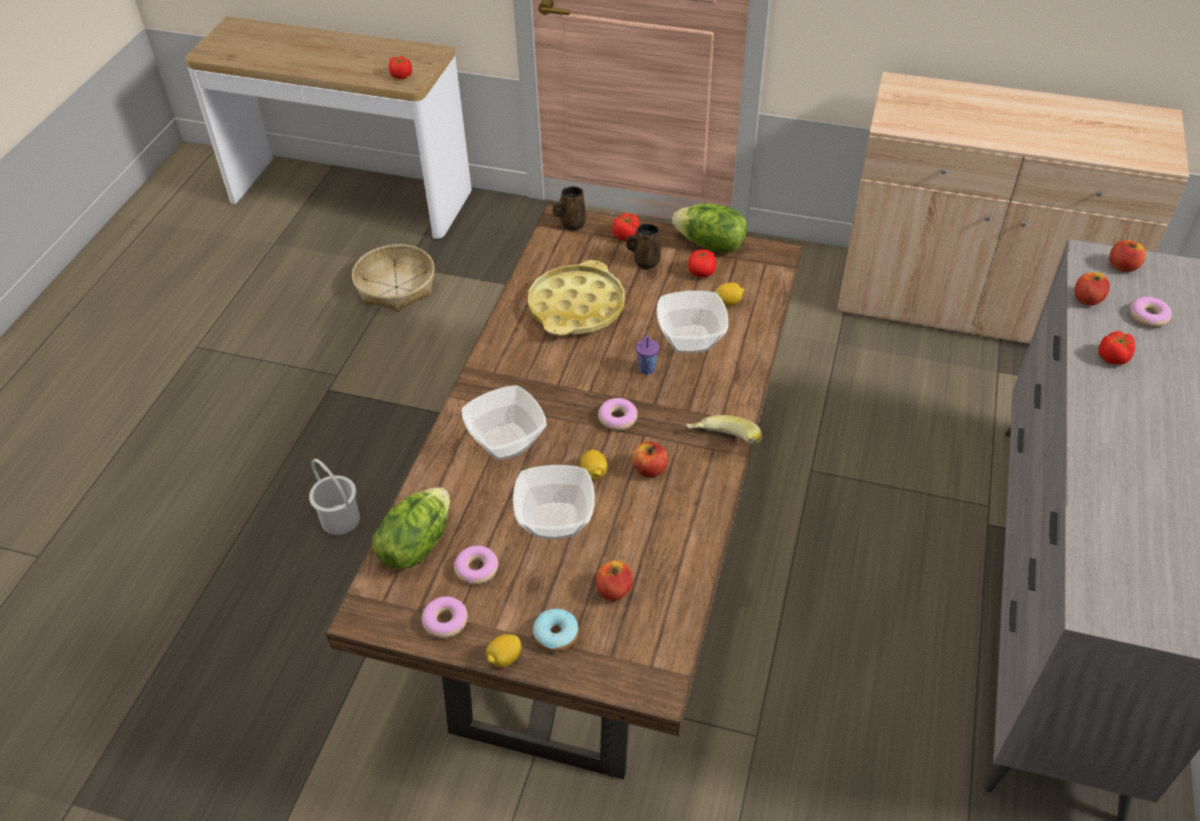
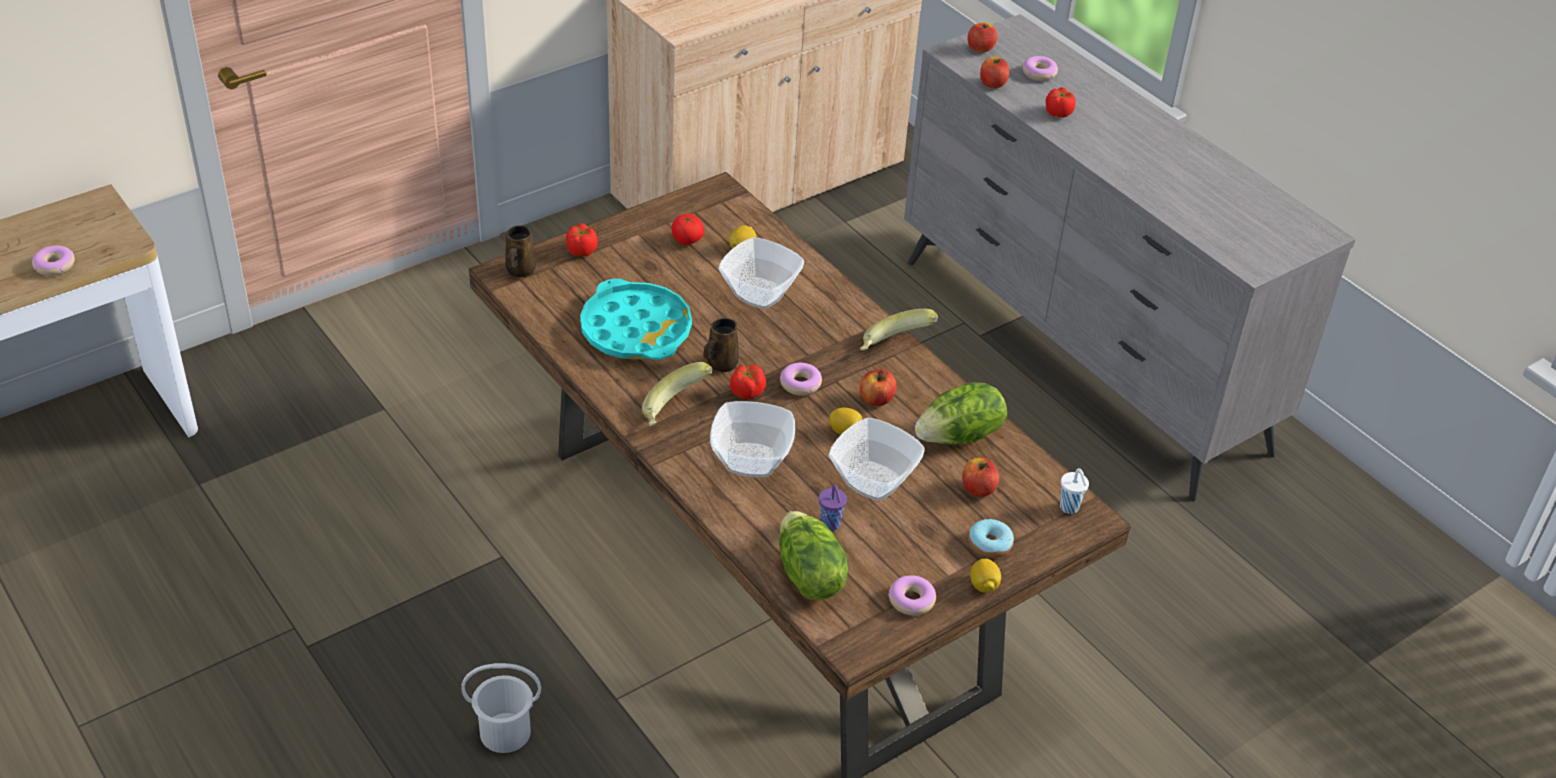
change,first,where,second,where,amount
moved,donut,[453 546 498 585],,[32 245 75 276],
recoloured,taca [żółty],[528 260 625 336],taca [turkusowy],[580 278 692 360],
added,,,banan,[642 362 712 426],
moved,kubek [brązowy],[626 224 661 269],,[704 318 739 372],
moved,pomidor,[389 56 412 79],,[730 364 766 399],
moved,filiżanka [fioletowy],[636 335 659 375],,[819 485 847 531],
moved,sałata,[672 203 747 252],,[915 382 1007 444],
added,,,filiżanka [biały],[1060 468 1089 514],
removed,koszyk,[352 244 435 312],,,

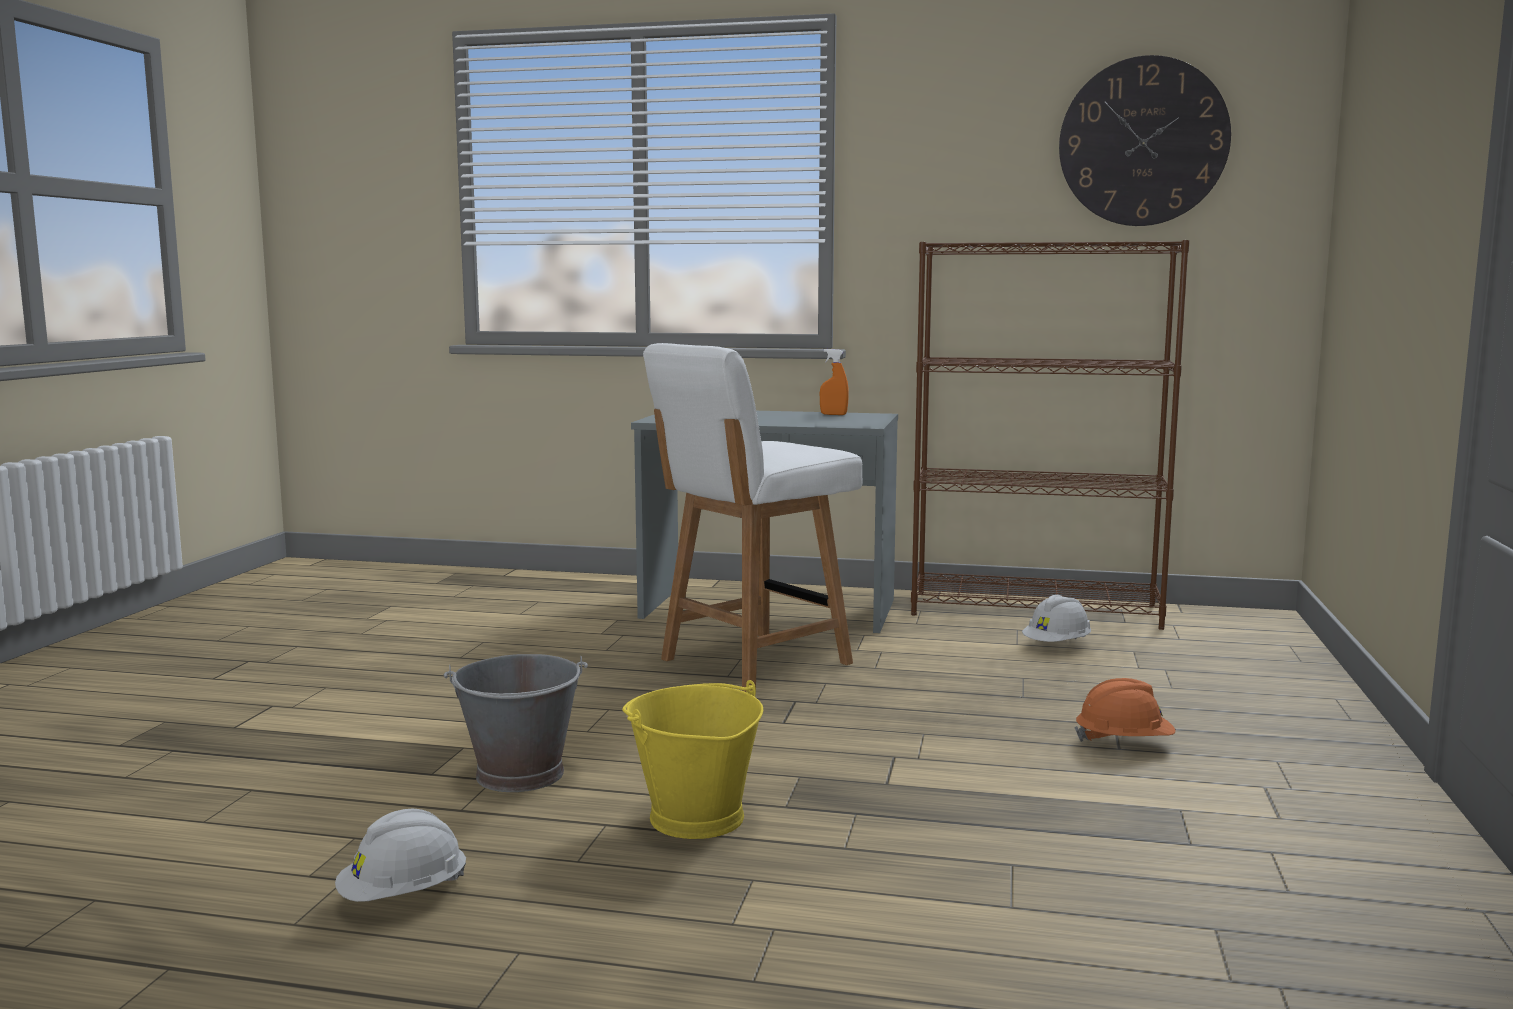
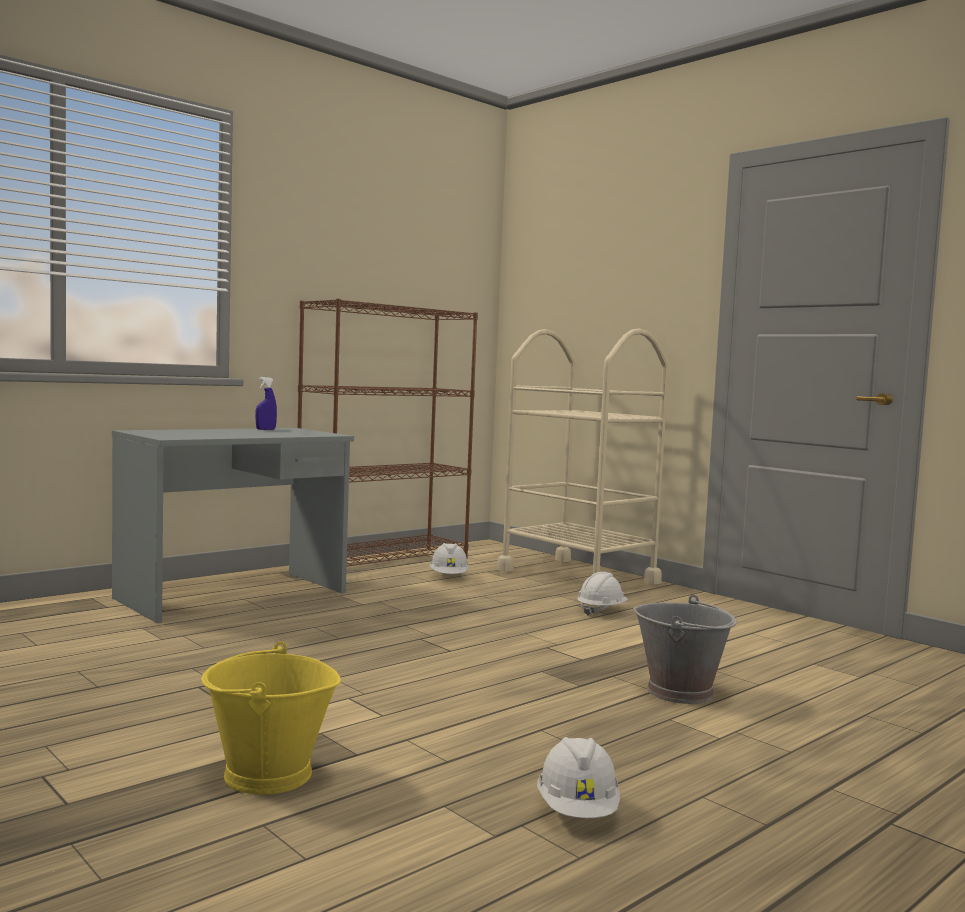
change,first,where,second,where,amount
moved,wiadro [żółty],[622 680 763 839],,[201 641 341 795],
recoloured,spryskiwacz [pomarańczowy],[820 349 849 415],spryskiwacz [niebieski],[255 377 277 430],
added,,,wózek [beżowy],[497 328 669 584],
recoloured,kask [pomarańczowy],[1074 678 1175 742],kask [biały],[577 572 628 616],
moved,wiadro [szary],[444 654 588 792],,[633 595 737 704],
removed,krzesło [biały],[643 343 863 692],,,
removed,zegar ścienny,[1059 55 1231 226],,,

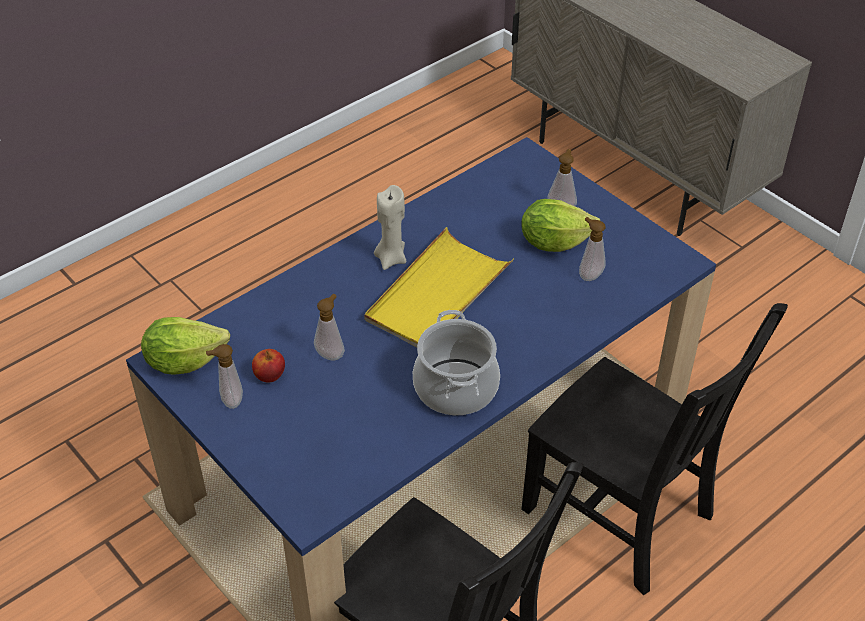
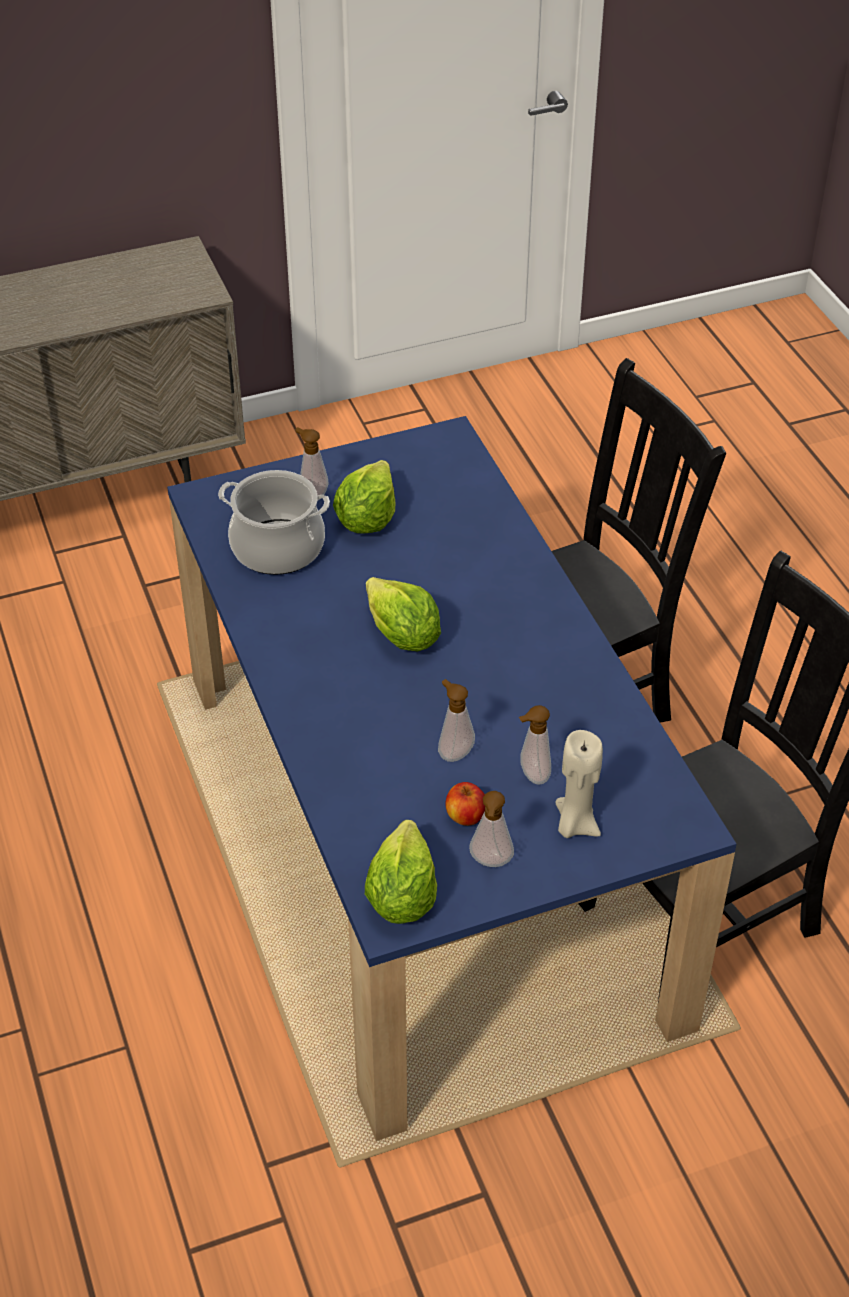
change,first,where,second,where,amount
moved,garnek,[413 310 500 415],,[218 470 330 575],
replaced,taca [żółty],[364 227 514 348],sałata,[366 577 441 651],
moved,dozownik mydła,[579 217 606 281],,[519 705 551 785],
moved,świeca [beżowy],[374 185 406 270],,[555 730 603 838],

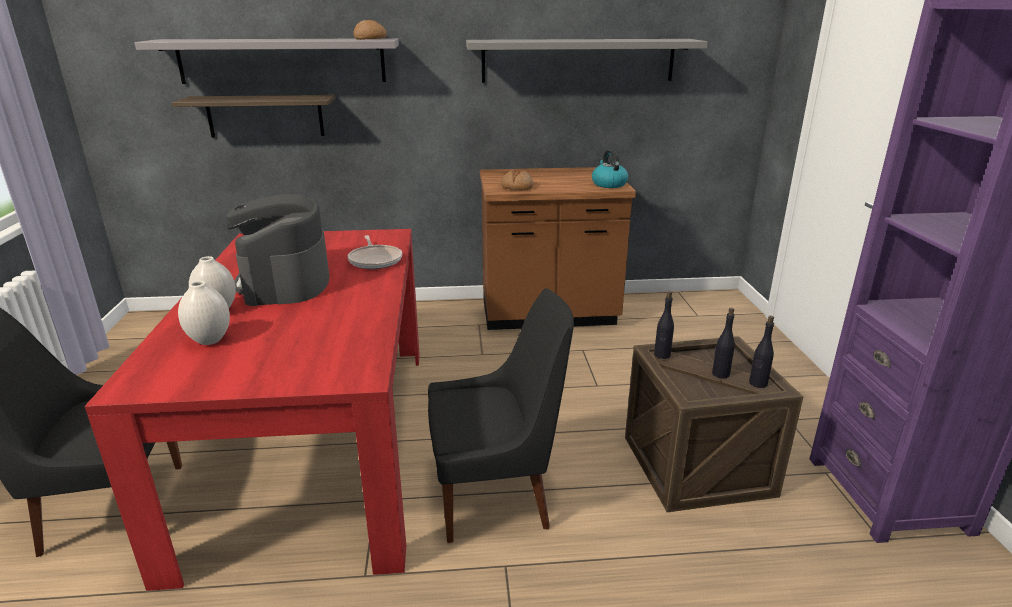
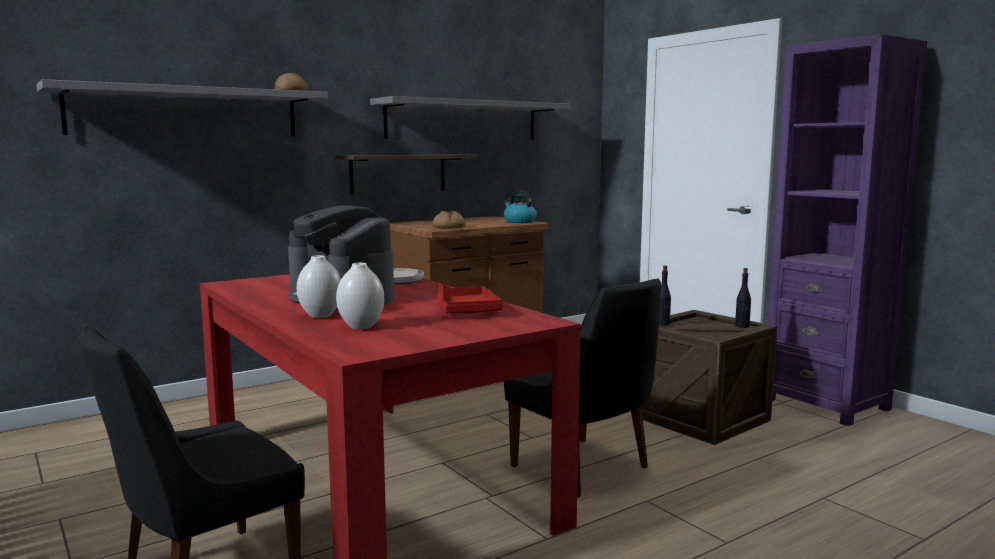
change,first,where,second,where,amount
moved,półka,[171 95 336 138],,[335 154 477 195],
added,,,taca [czerwony],[437 283 503 314],
turned,krzesło [czarny],[428 288 574 543],,[504 278 661 497],90 degrees clockwise
removed,butelka [czarny],[712 308 735 379],,,

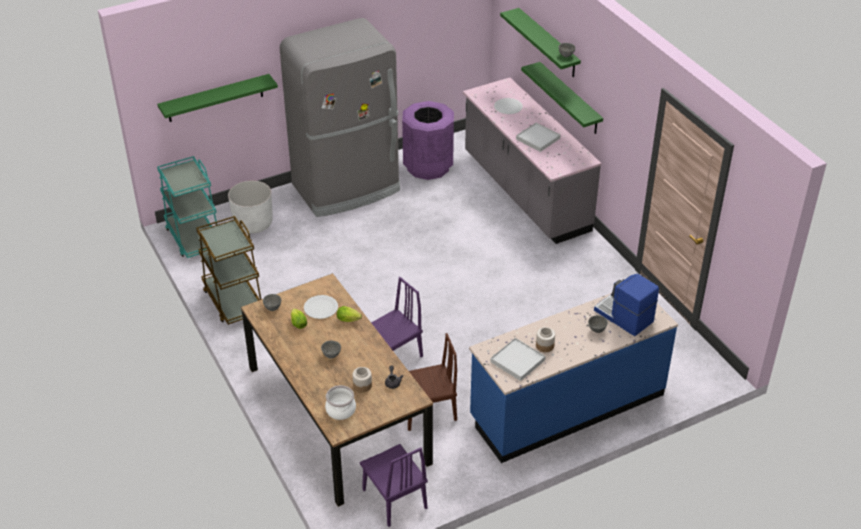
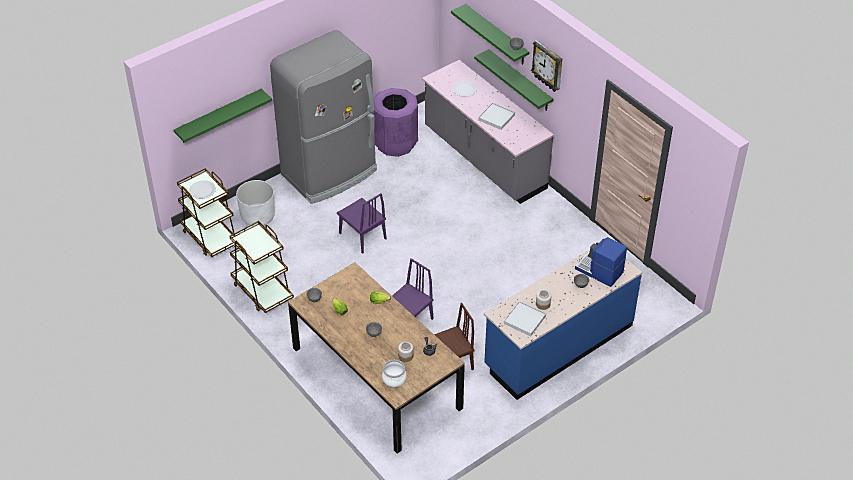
change,first,where,second,where,amount
recoloured,wózek [turkusowy],[157 156 217 258],wózek [brązowy],[177 168 235 257],
moved,talerz [biały],[304 295 338 319],,[189 180 216 199],
moved,krzesło [fioletowy],[360 444 428 527],,[337 193 387 254],
added,,,zegar ścienny,[531 40 562 92],

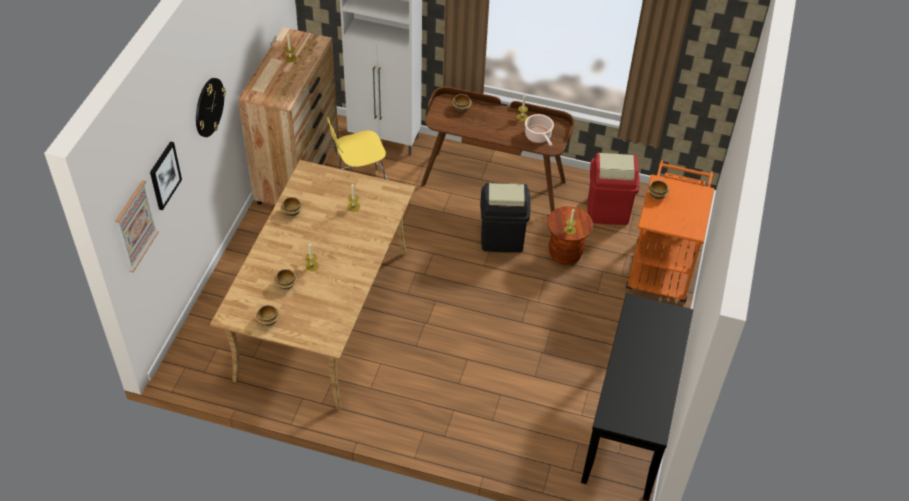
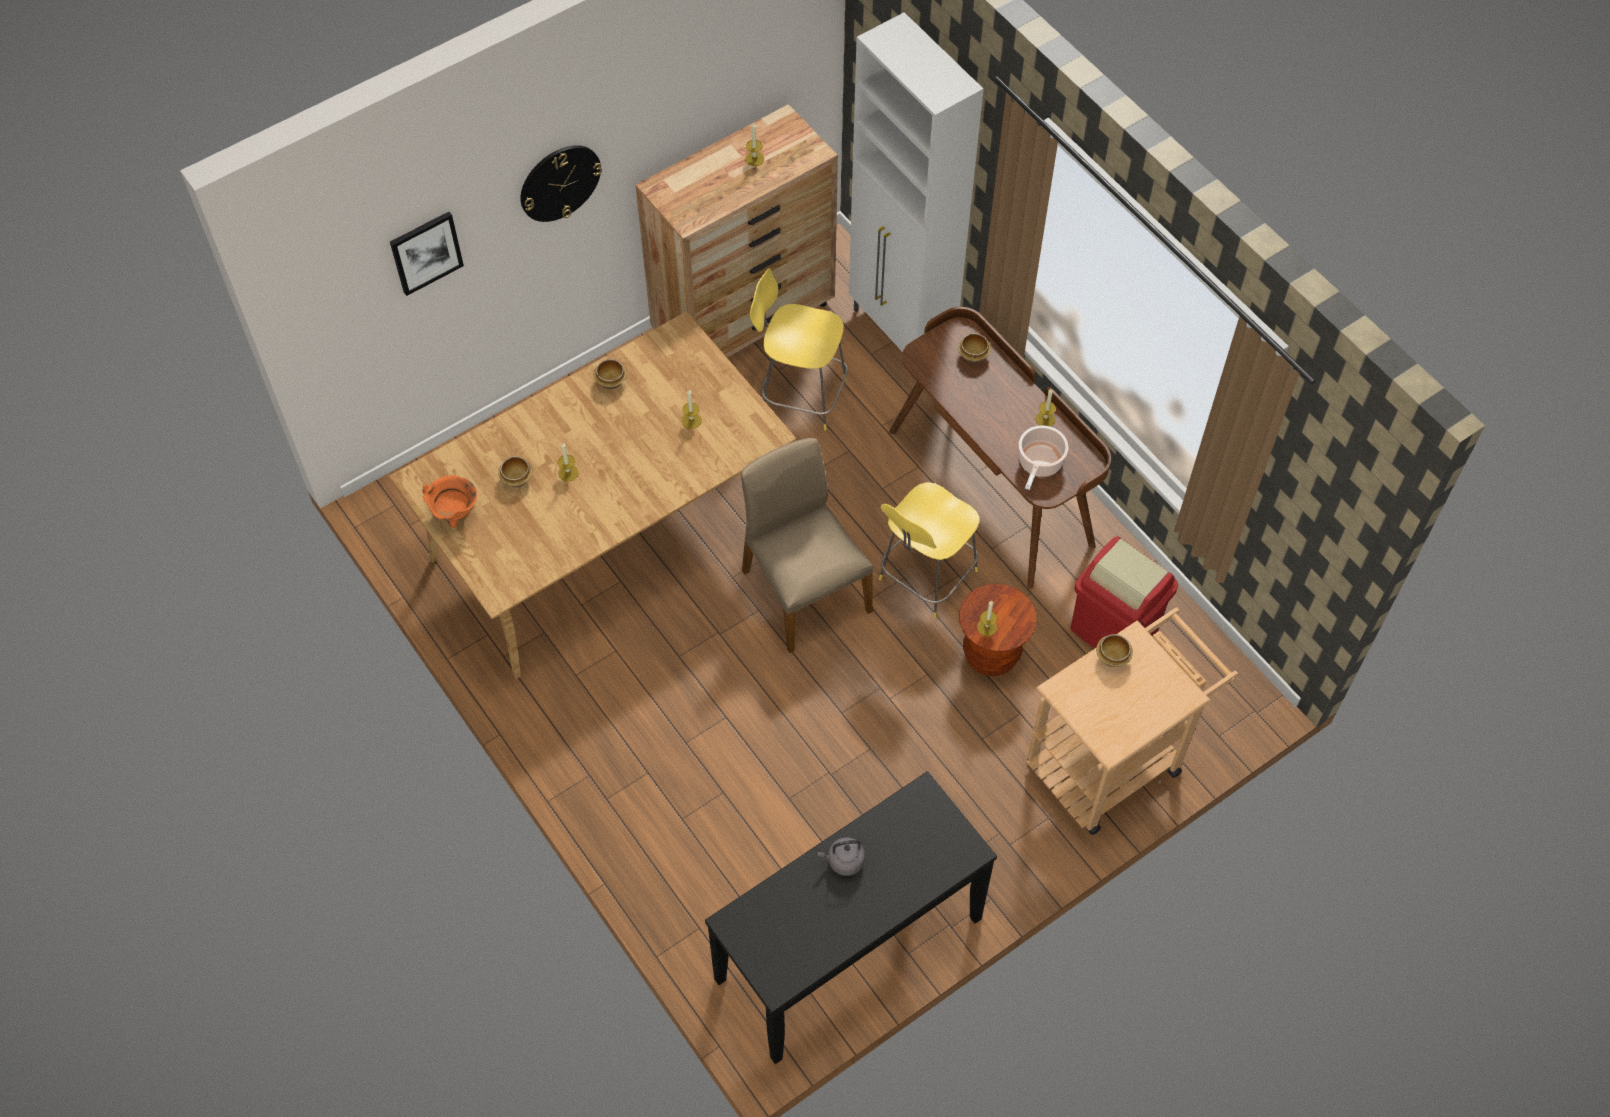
change,first,where,second,where,amount
replaced,miska,[256 305 280 326],garnek [pomarańczowy],[422 475 477 528],
added,,,krzesło [beżowy],[741 438 873 653],
added,,,czajnik [szary],[818 837 865 876],
replaced,kosz na śmieci [czarny],[480 183 531 253],stołek [żółty],[879 482 980 618],
recoloured,wózek [pomarańczowy],[626 160 715 302],wózek [beżowy],[1027 607 1239 835],
removed,obraz,[115 180 159 272],,,

